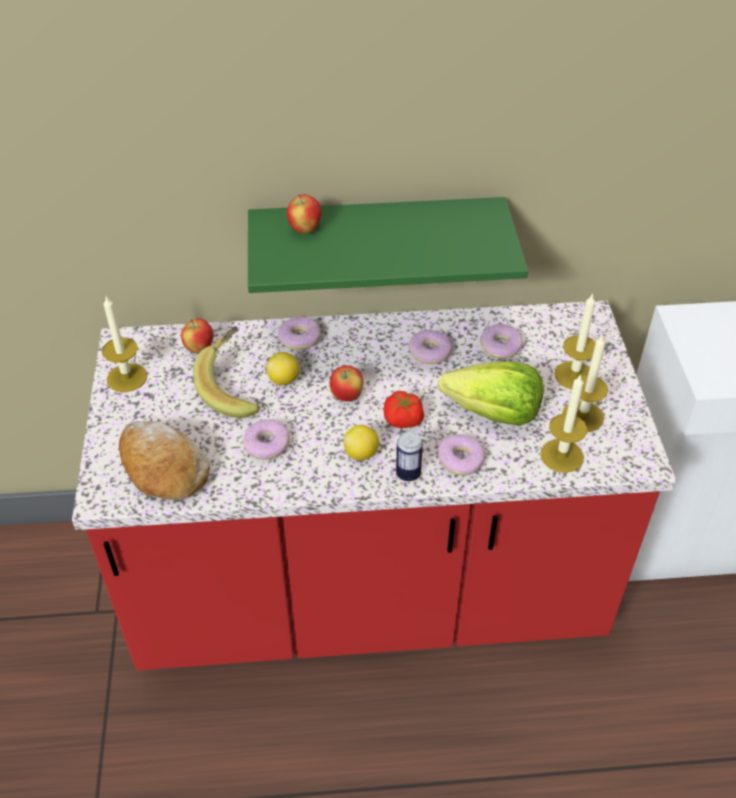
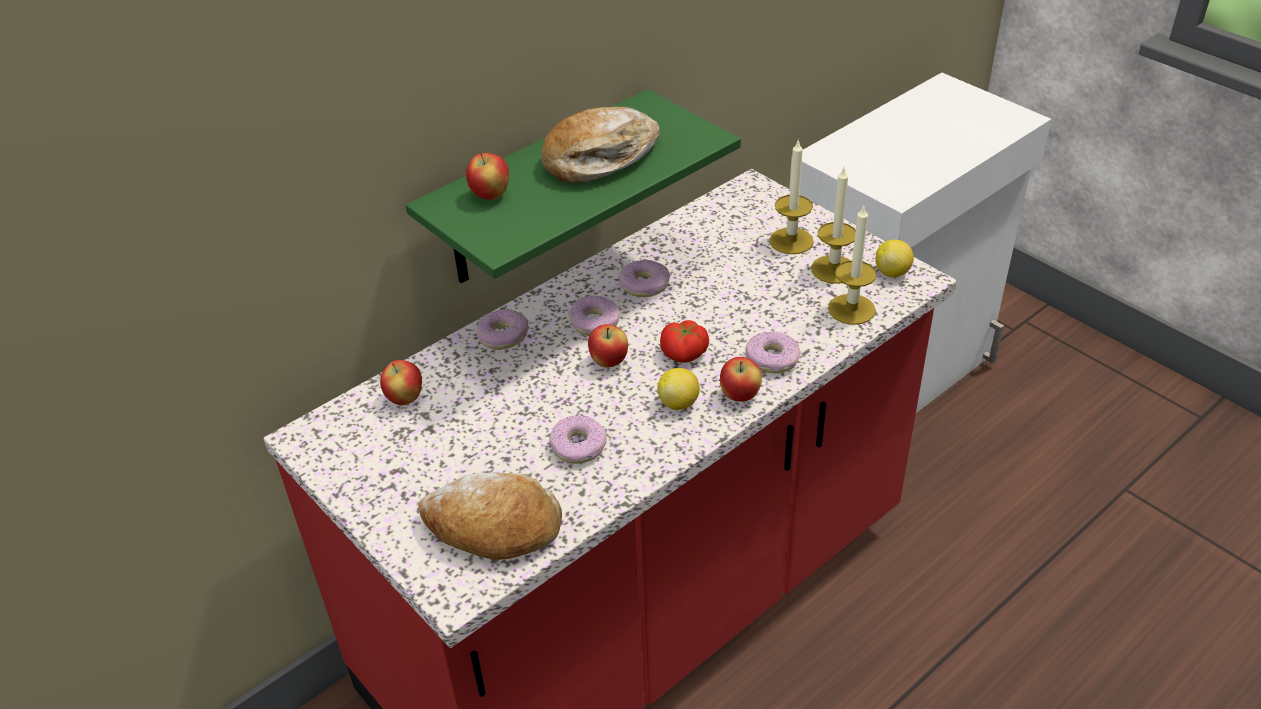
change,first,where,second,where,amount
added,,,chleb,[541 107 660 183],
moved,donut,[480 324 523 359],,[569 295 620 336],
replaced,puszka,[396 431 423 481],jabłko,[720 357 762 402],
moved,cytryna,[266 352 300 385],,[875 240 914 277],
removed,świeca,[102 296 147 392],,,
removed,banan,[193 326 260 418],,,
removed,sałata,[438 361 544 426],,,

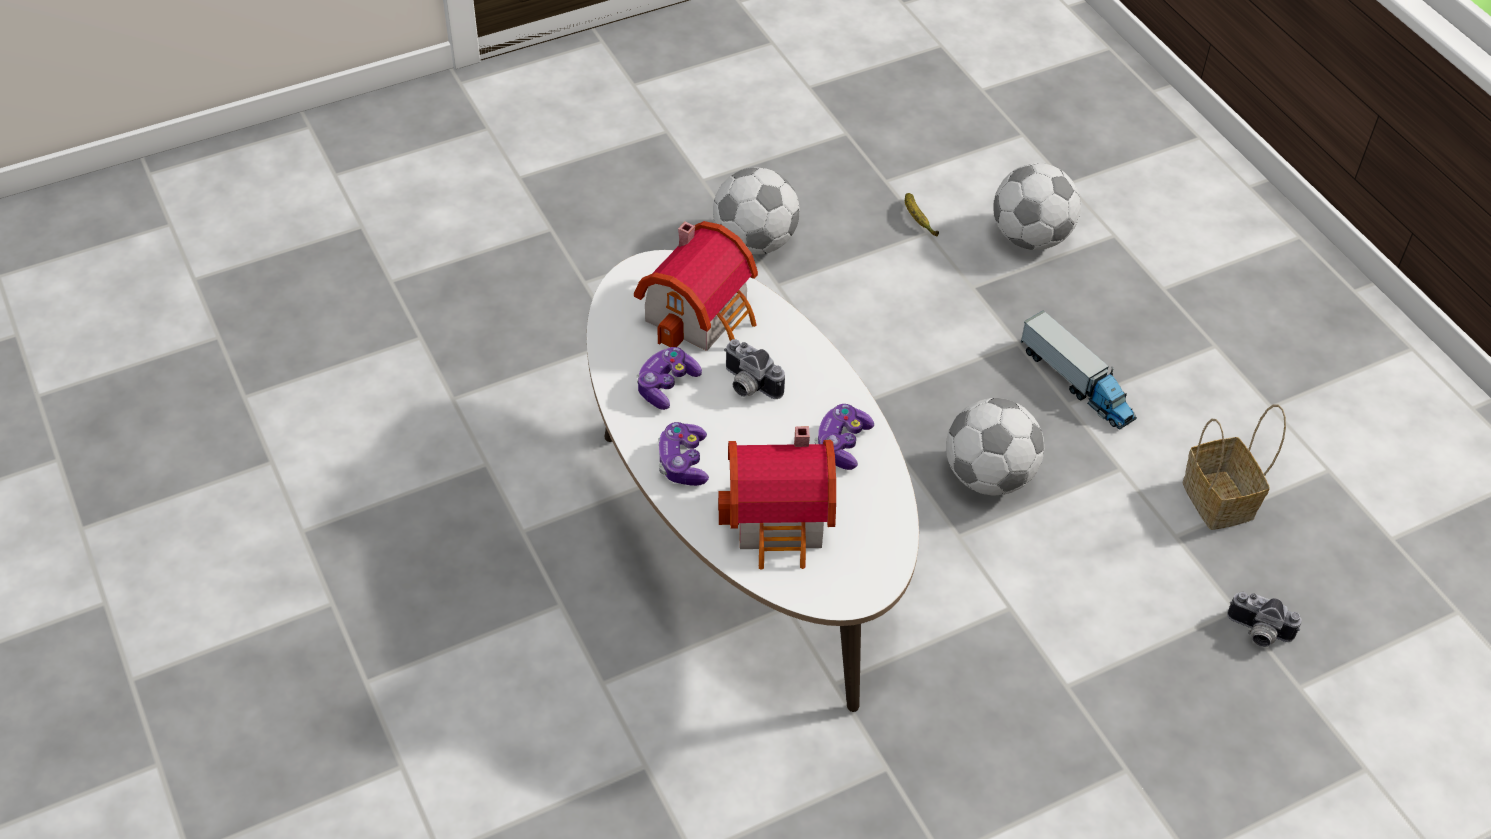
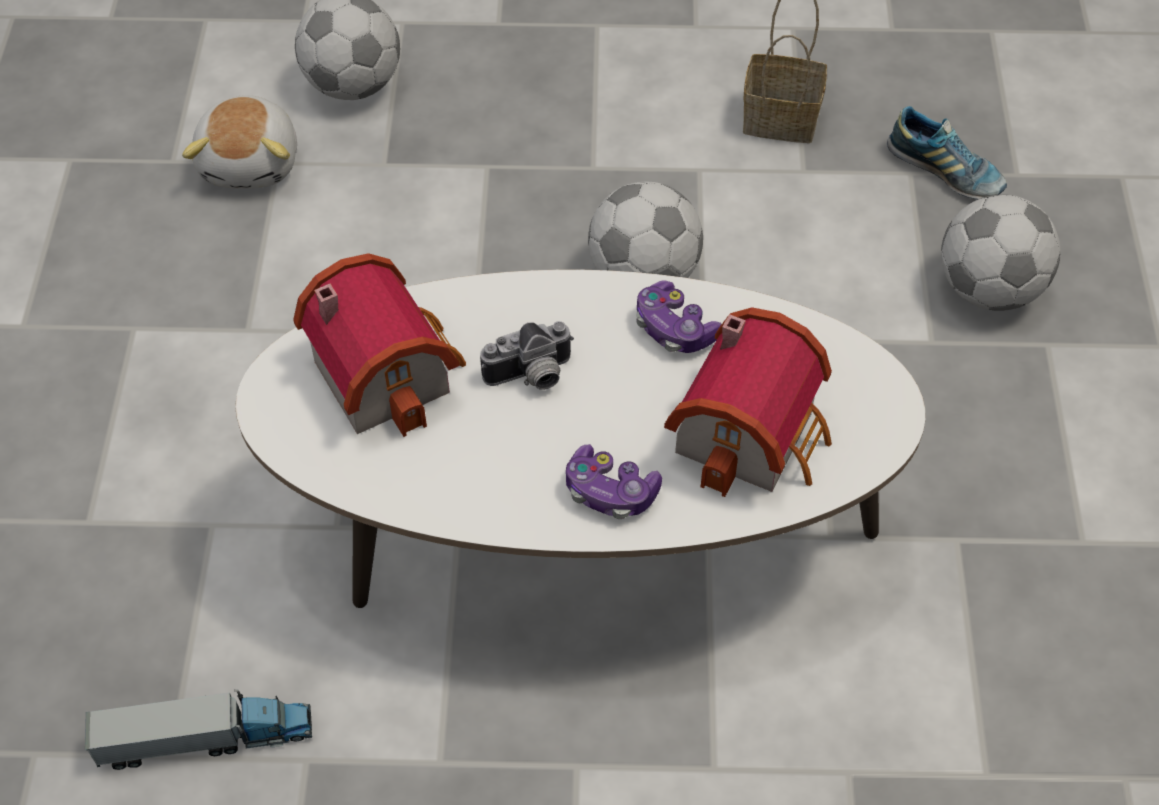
change,first,where,second,where,amount
moved,ciężarówka zabawkowa,[1021 310 1137 430],,[85 689 312 770],
replaced,banan,[905 193 939 236],pluszak,[182 95 297 189],
replaced,aparat fotograficzny,[1227 592 1302 647],but,[887 106 1007 199],
moved,piłka futbolowa,[713 167 800 255],,[941 195 1061 311],
removed,pad do gier,[636 347 702 410],,,

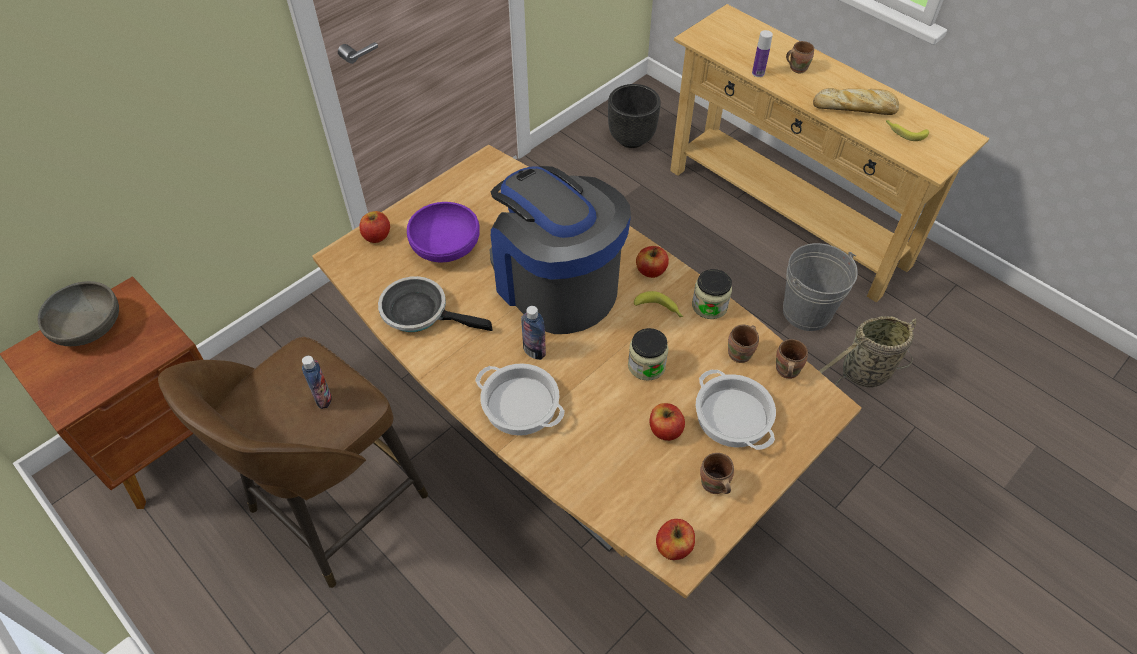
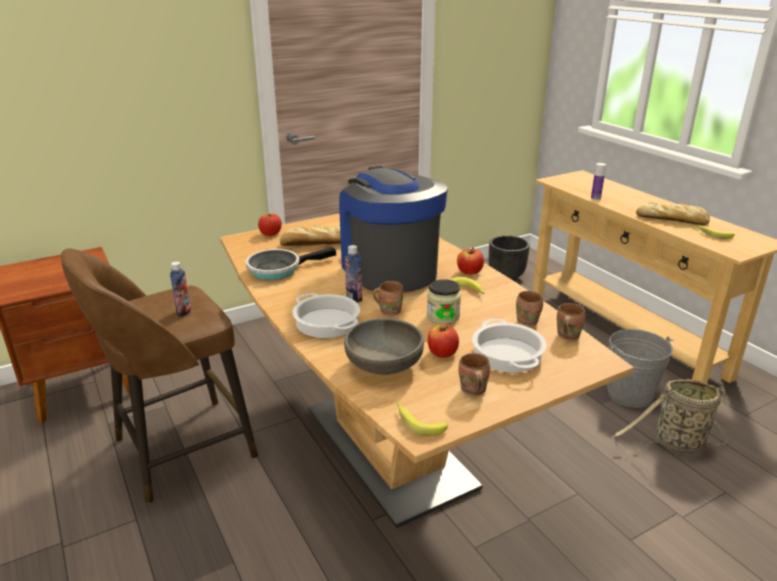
change,first,where,second,where,amount
turned,patelnia,[378 276 493 332],,[246 247 336 280],60 degrees counterclockwise
replaced,miska [fioletowy],[407 202 480 262],chleb,[280 226 341 246],
moved,miska [szary],[38 281 119 346],,[344 318 424 375],
moved,kubek [brązowy],[786 41 814 73],,[372 281 404 316],
replaced,jabłko,[656 519 695 560],banan,[397 402 448 436],
removed,słoik,[692 269 732 319],,,

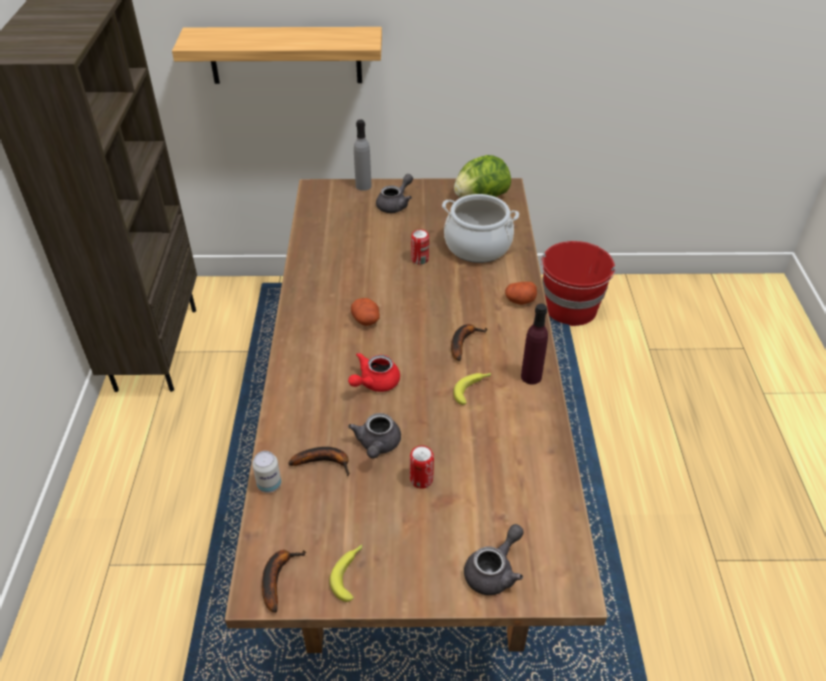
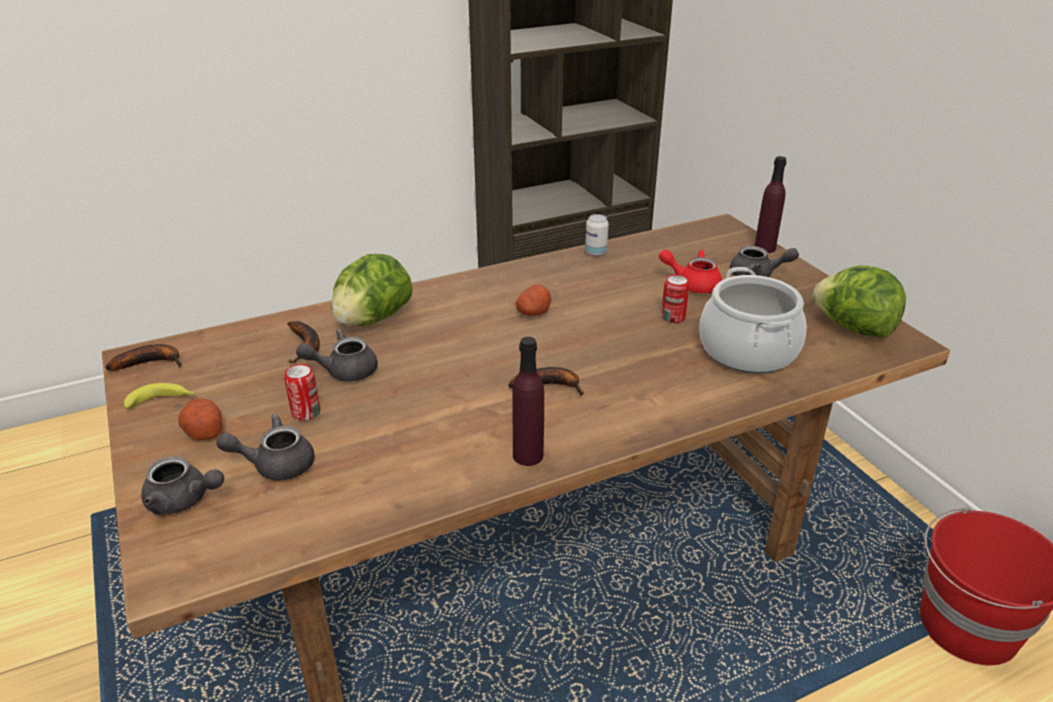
change,first,where,second,where,amount
moved,ziemniak,[505 282 537 305],,[178 399 222 440],
added,,,imbryk [szary],[216 414 314 481],
added,,,sałata,[331 254 413 326],
moved,puszka,[252 451 281 493],,[585 214 609 256],
moved,imbryk [czerwony],[348 353 400 392],,[659 249 722 293],
recoloured,butelka [szary],[354 120 372 191],butelka [fioletowy],[755 156 787 253],
removed,półka,[172 27 382 84],,,
removed,banan,[453 373 491 405],,,

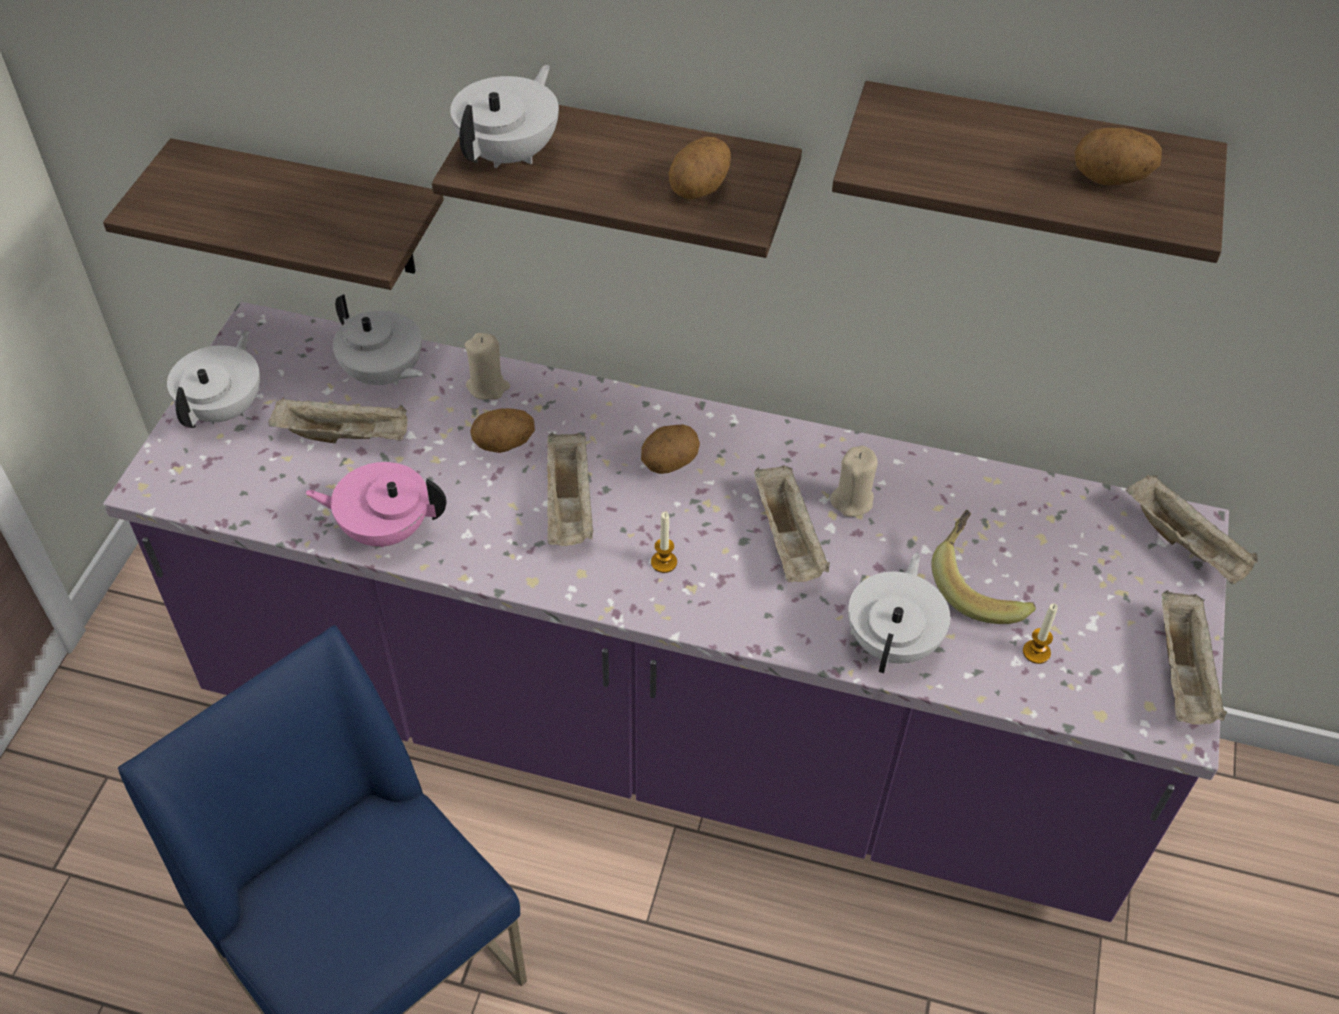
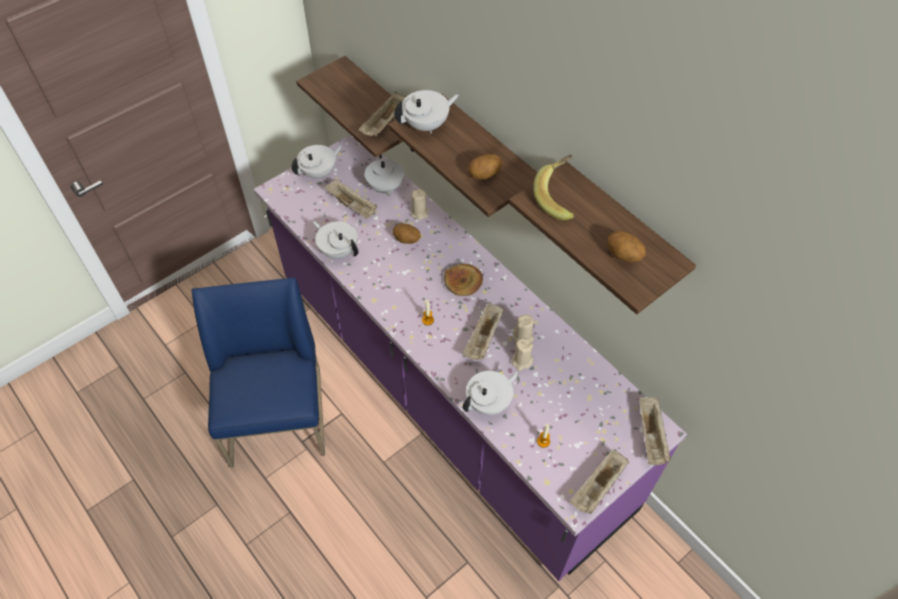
change,first,where,second,where,amount
recoloured,imbryk [różowy],[305 462 447 547],imbryk [biały],[313 221 358 259],
moved,taca [beżowy],[547 432 593 546],,[359 91 407 136],
replaced,ziemniak,[641 425 700 474],chleb,[444 264 483 296],
added,,,świeca [beżowy],[512 338 533 371],
moved,banan,[931 510 1036 624],,[533 154 575 220],

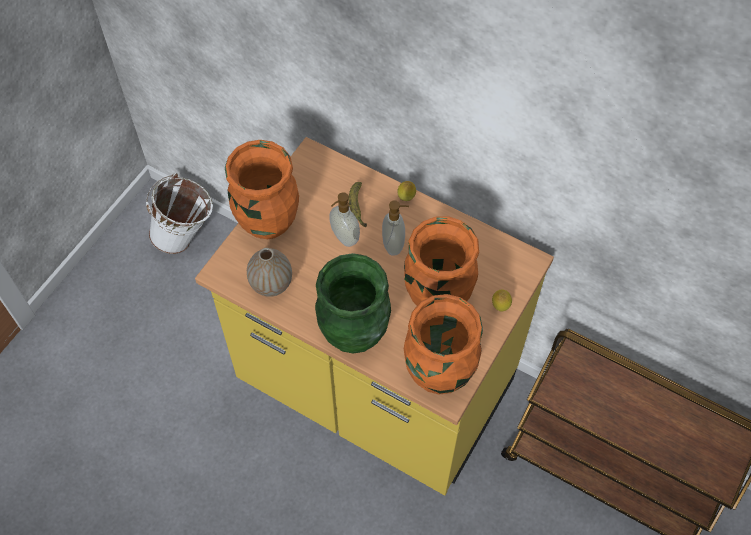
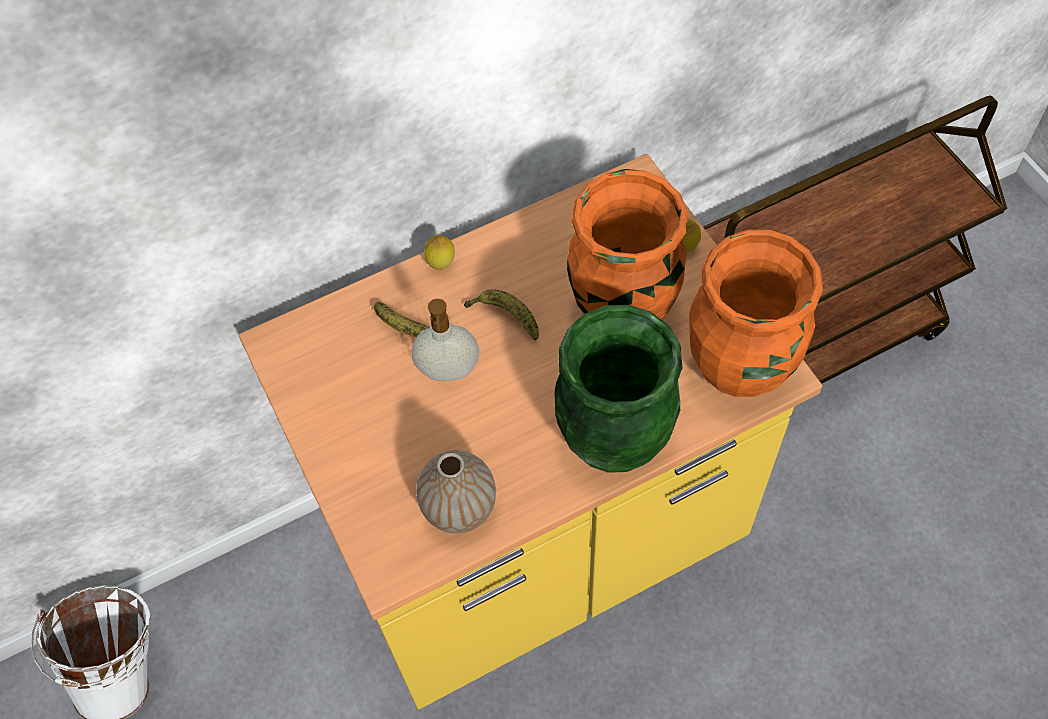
change,first,where,second,where,amount
replaced,dozownik mydła,[382 200 409 256],banan,[464 289 539 340],
removed,wazon [pomarańczowy],[225 140 299 239],,,

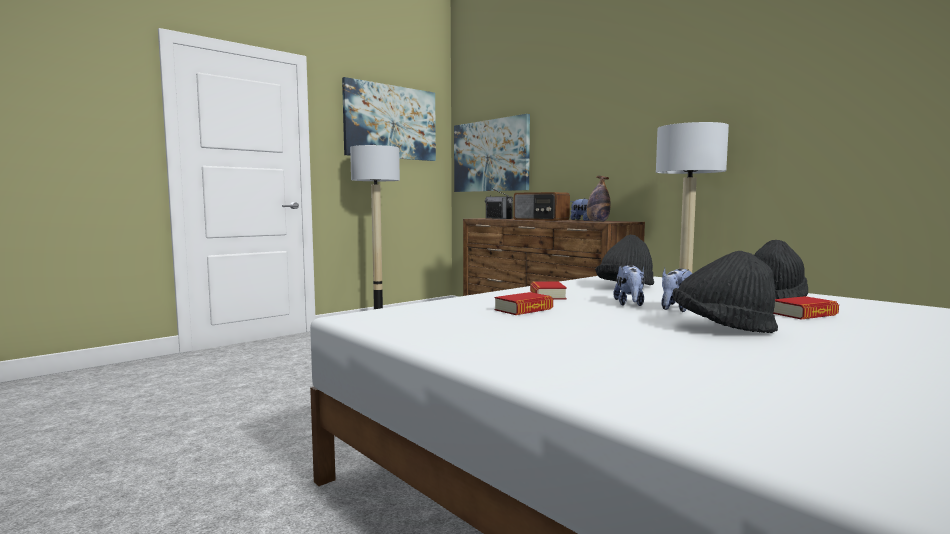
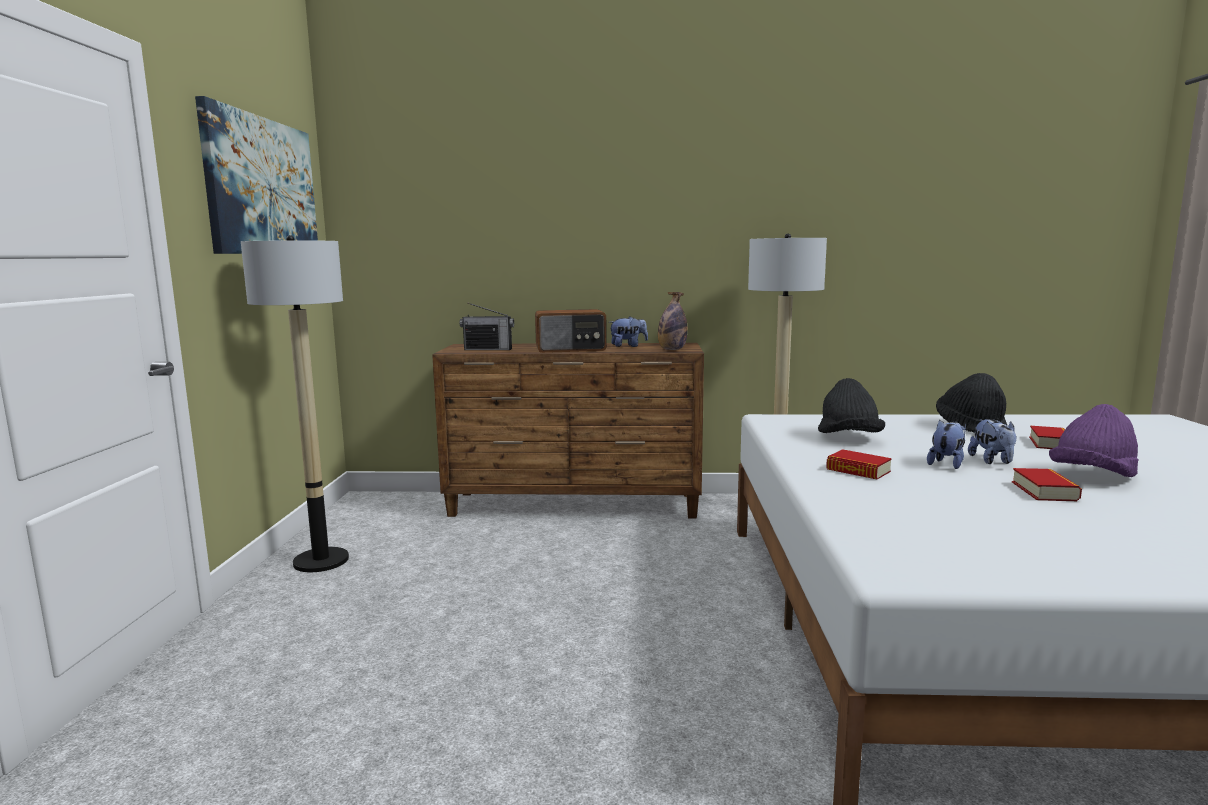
change,first,where,second,where,amount
turned,pluszak,[613 265 645 306],,[927 420 966 469],105 degrees counterclockwise
moved,książka,[494 292 553 315],,[1012 468 1082 501],
recoloured,kapelusz [czarny],[673 251 778 333],kapelusz [fioletowy],[1049 404 1139 477],
removed,obraz,[454 114 530 192],,,

